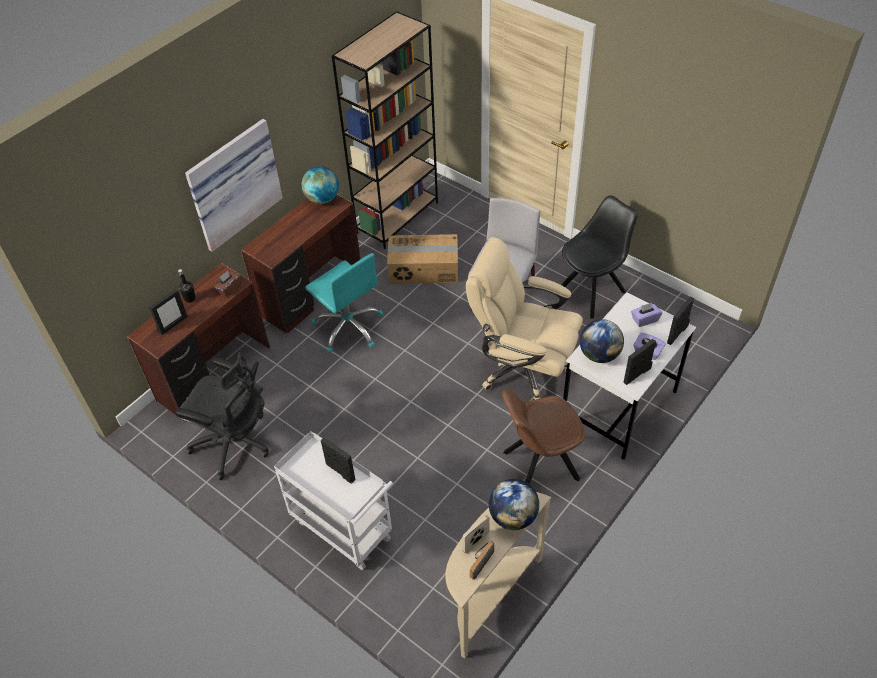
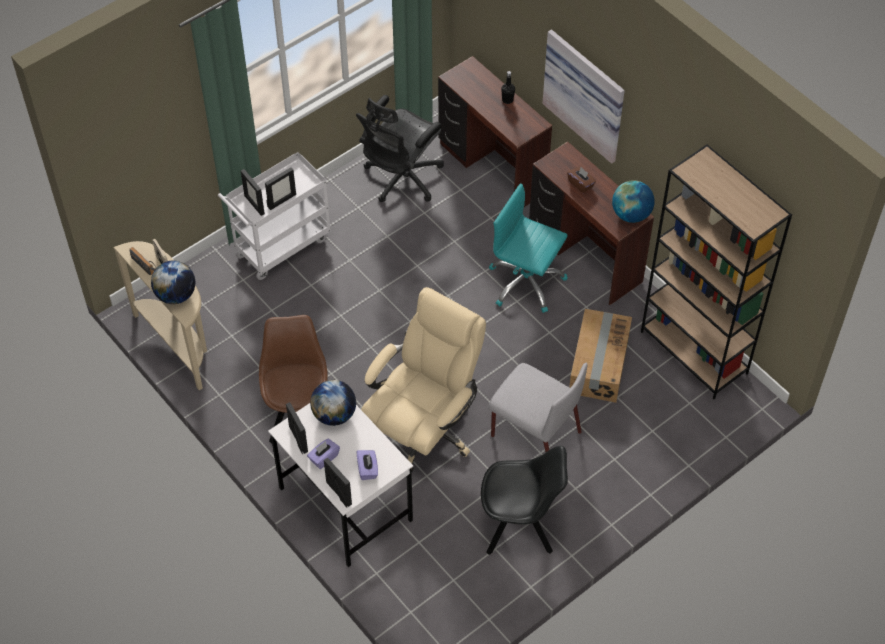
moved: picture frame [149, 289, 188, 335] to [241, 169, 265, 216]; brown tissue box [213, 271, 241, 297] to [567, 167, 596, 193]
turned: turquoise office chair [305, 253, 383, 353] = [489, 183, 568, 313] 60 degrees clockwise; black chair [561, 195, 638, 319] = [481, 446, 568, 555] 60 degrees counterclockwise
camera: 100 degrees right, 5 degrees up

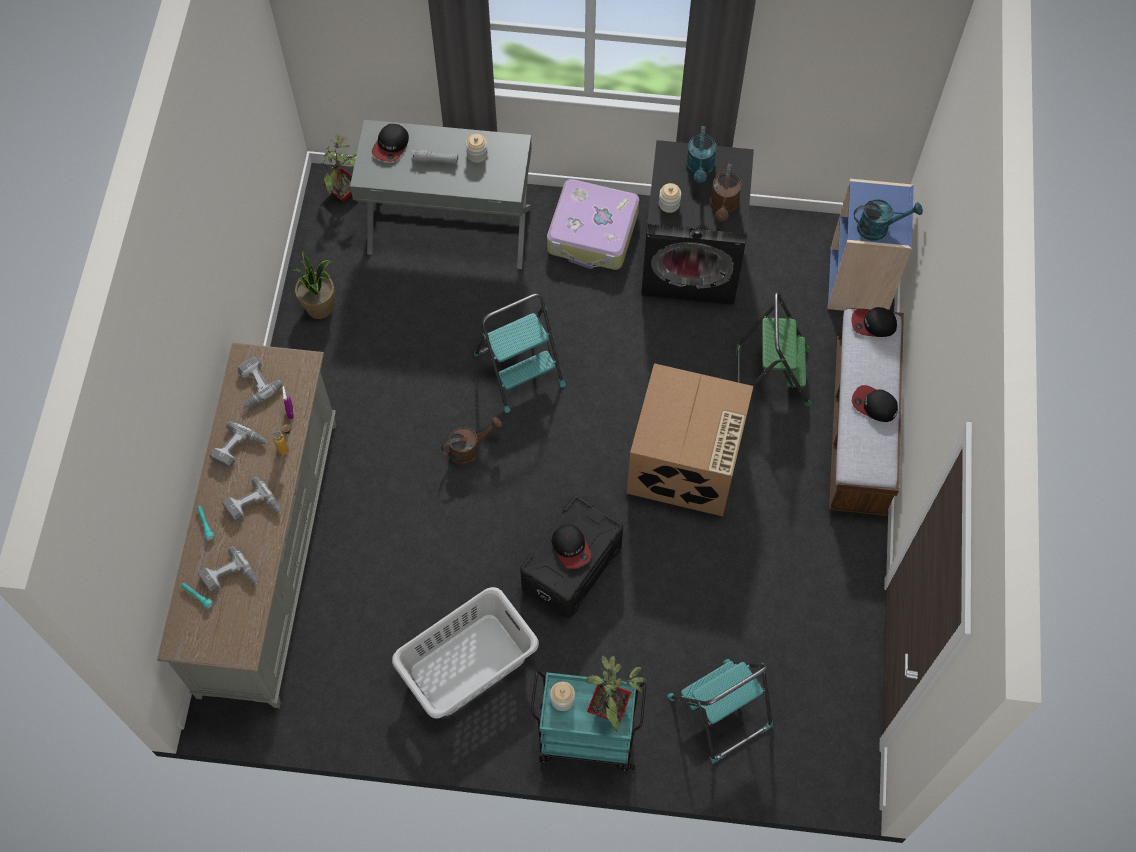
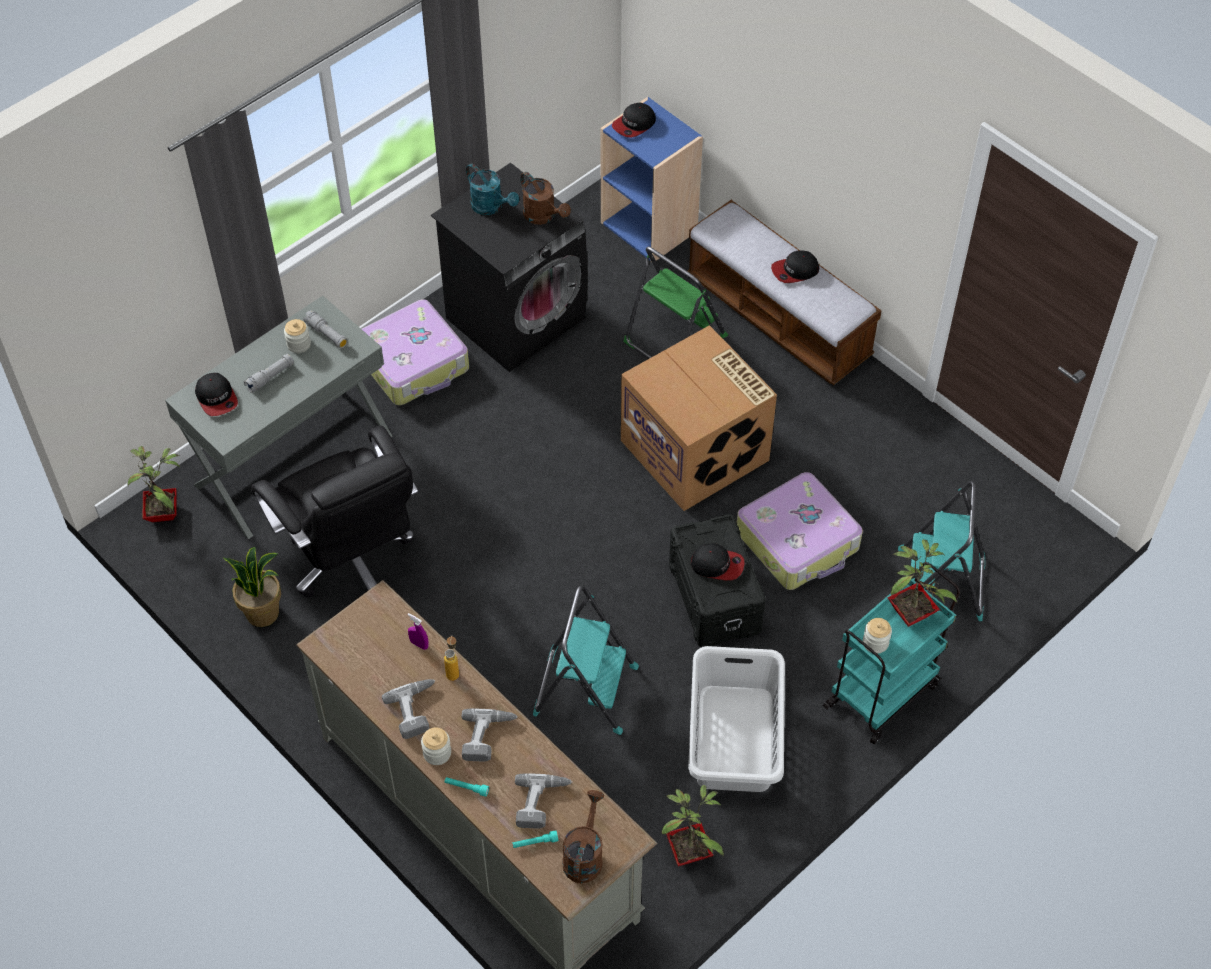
removed: power drill [237, 357, 282, 408]; turquoise watering can [854, 199, 923, 241]
added: black office chair [251, 425, 418, 598]; grey flashlight [303, 310, 348, 349]; potted plant [662, 785, 724, 866]; suitcase [737, 472, 863, 590]
moved: brown watering can [441, 417, 502, 466] to [562, 790, 604, 883]; turquoise step ladder [474, 293, 566, 413] to [533, 586, 639, 735]; jar [659, 183, 681, 213] to [421, 727, 451, 765]; cap [851, 307, 897, 337] to [612, 103, 656, 138]
camera: 50 degrees left, 10 degrees down

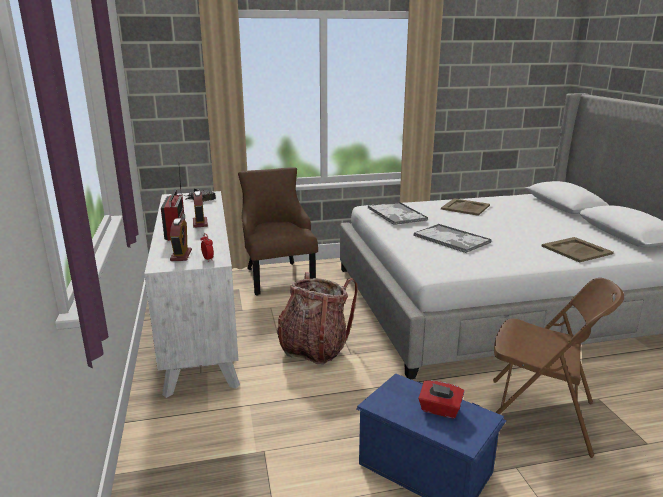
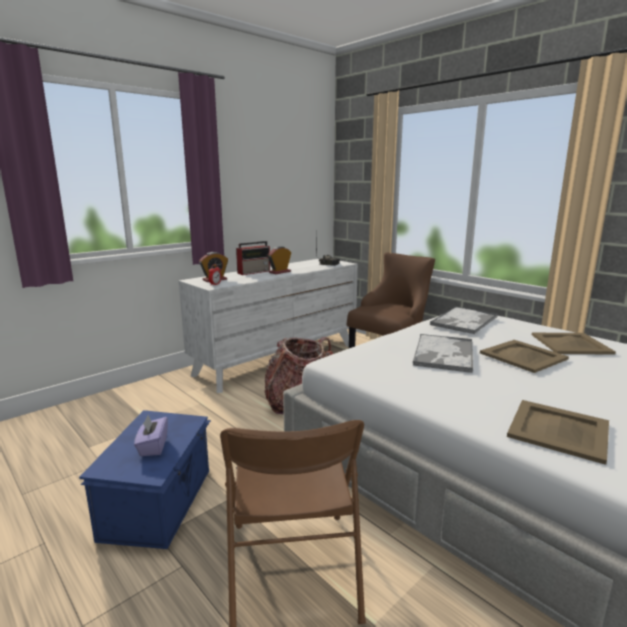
added: beige tray [480, 340, 569, 373]
recoloured: red tissue box [418, 380, 464, 419] to purple tissue box [134, 415, 168, 456]
camera: 60 degrees right, 5 degrees down

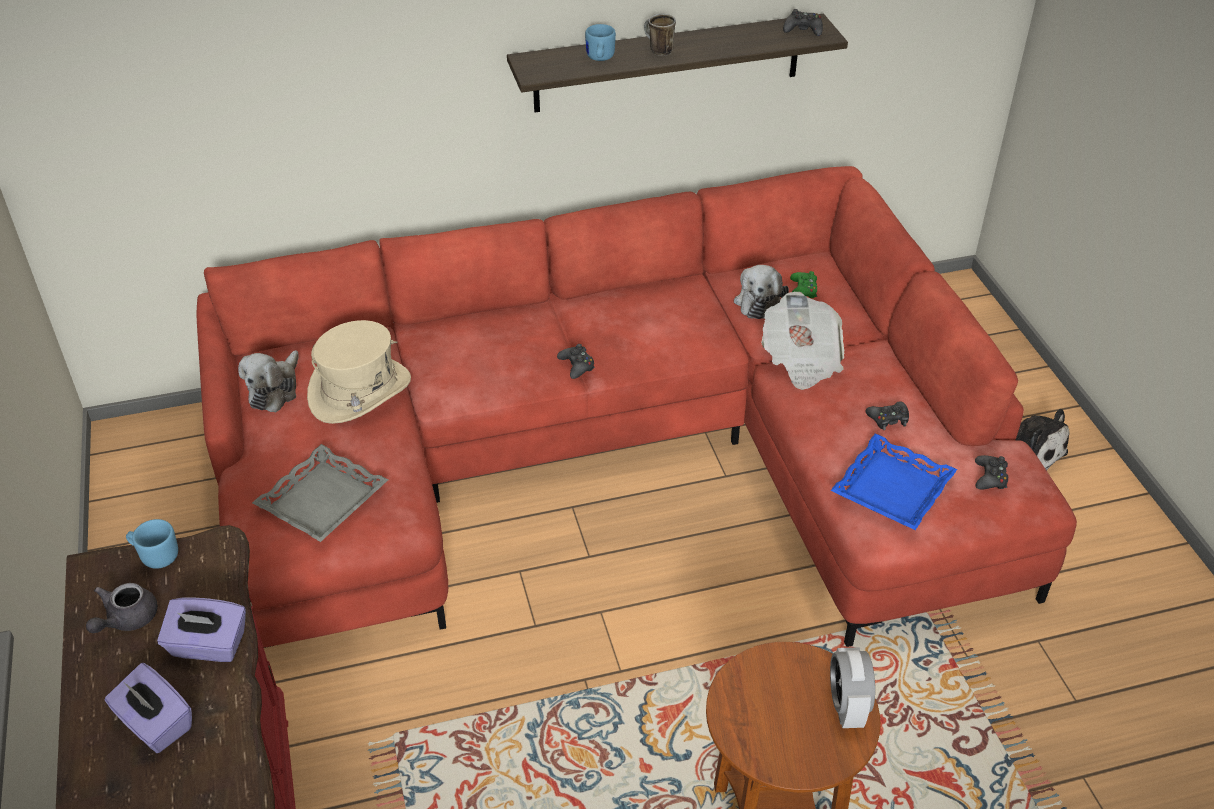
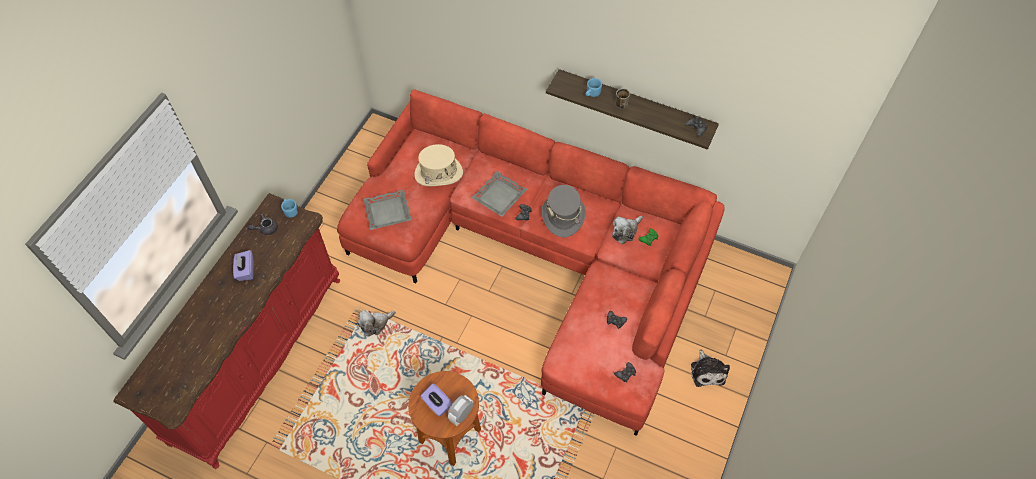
removed: newspaper [761, 292, 844, 390]; blue tray [830, 433, 957, 530]
added: grey tray [472, 171, 527, 217]; grey hat [541, 185, 586, 238]
moved: purple tissue box [157, 597, 246, 662] to [420, 383, 453, 417]; plush toy [238, 350, 299, 412] to [357, 310, 396, 337]
camera: 40 degrees right, 15 degrees up

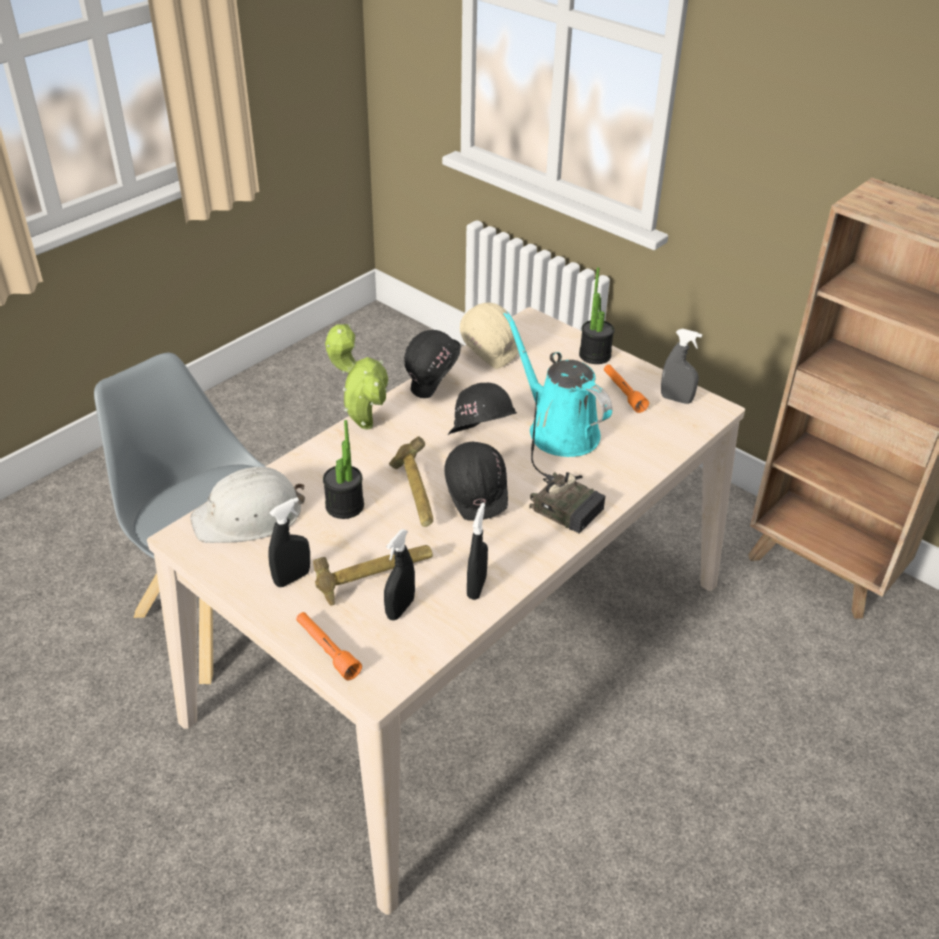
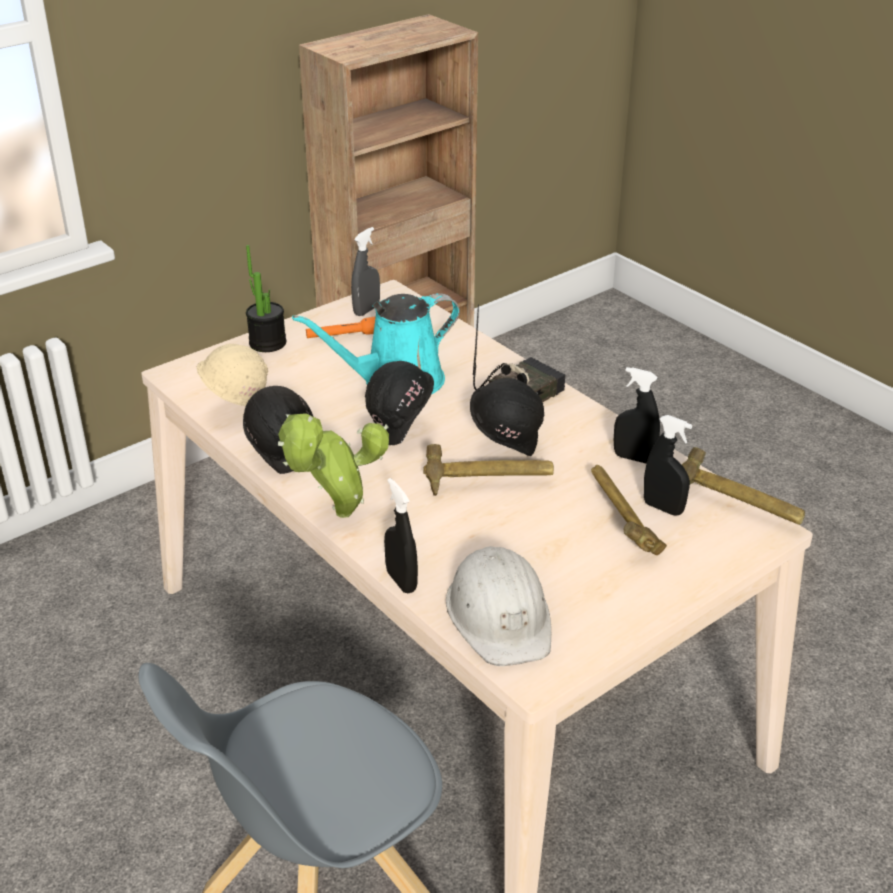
removed: orange flashlight [296, 612, 362, 681]; potted plant [323, 420, 364, 519]
added: hammer [682, 447, 805, 525]
moved: black spray bottle [268, 497, 310, 587] to [384, 478, 418, 593]
camera: 80 degrees left, 5 degrees down

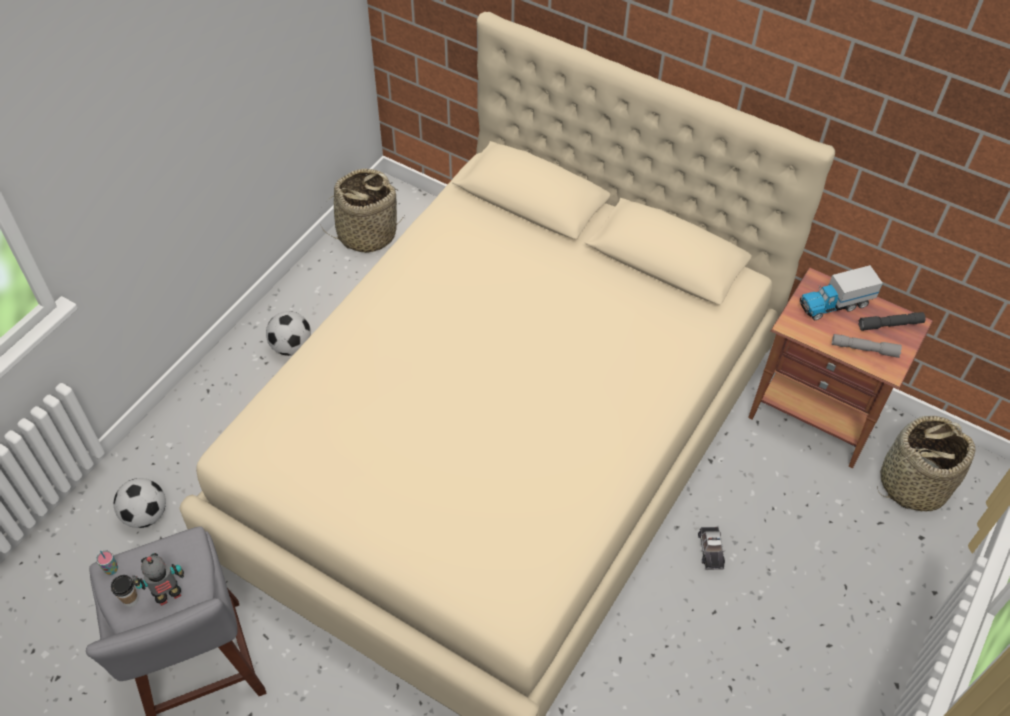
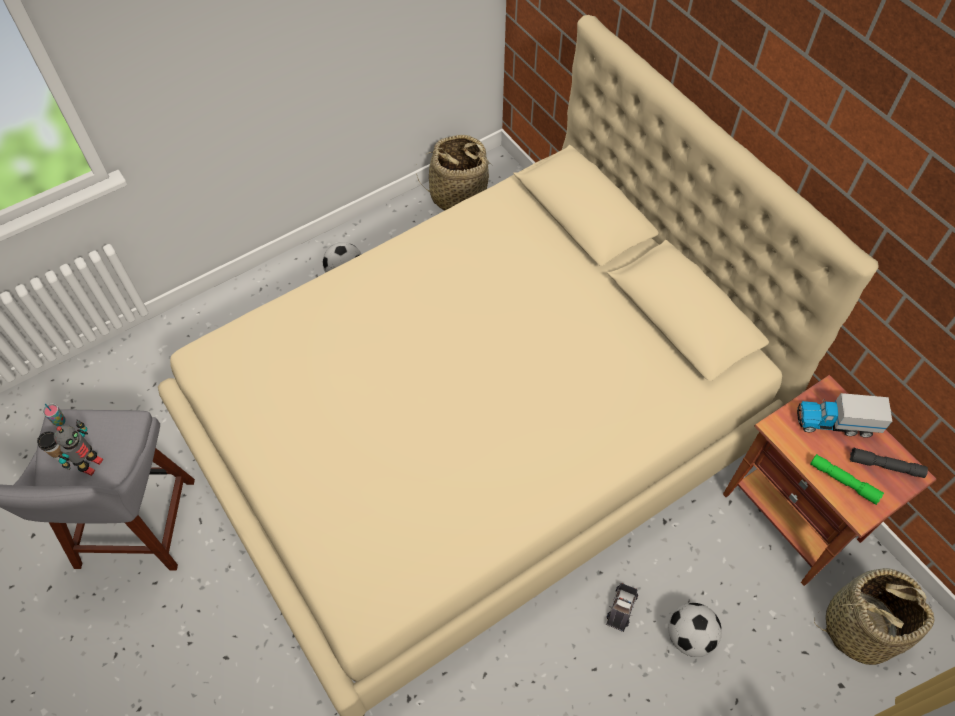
moved: football [114, 478, 166, 528] to [668, 603, 722, 657]
recoloured: grey flashlight [832, 334, 902, 358] to green flashlight [810, 454, 884, 505]
turned: toy robot [132, 553, 184, 606] = [54, 420, 103, 476] 120 degrees clockwise
camera: 25 degrees right, 5 degrees up

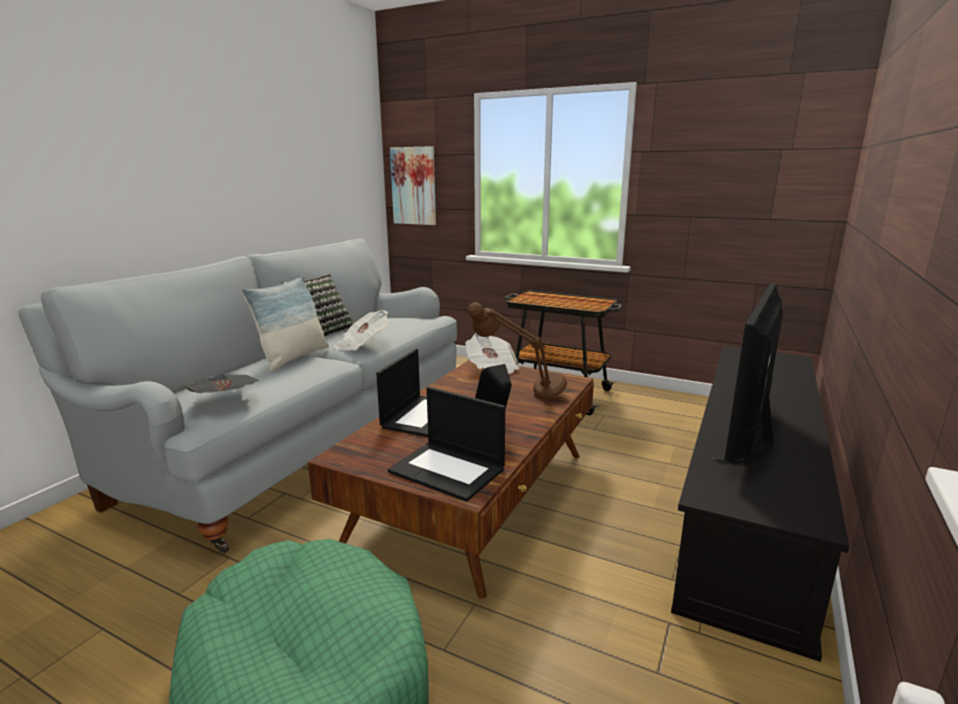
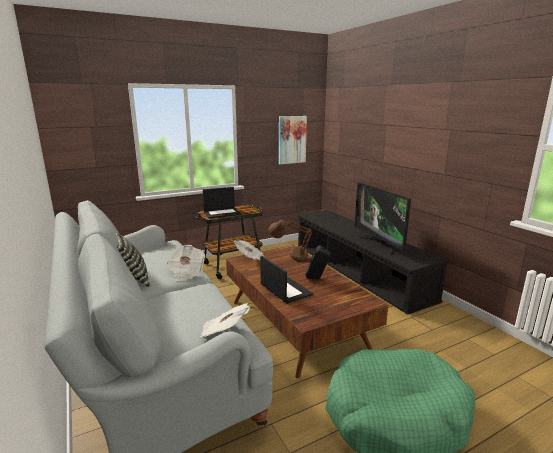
removed: pillow [241, 276, 329, 372]
moved: laptop [388, 387, 505, 502] to [203, 187, 241, 218]; picture [390, 146, 436, 225] to [279, 116, 307, 164]
camera: 55 degrees left, 0 degrees up

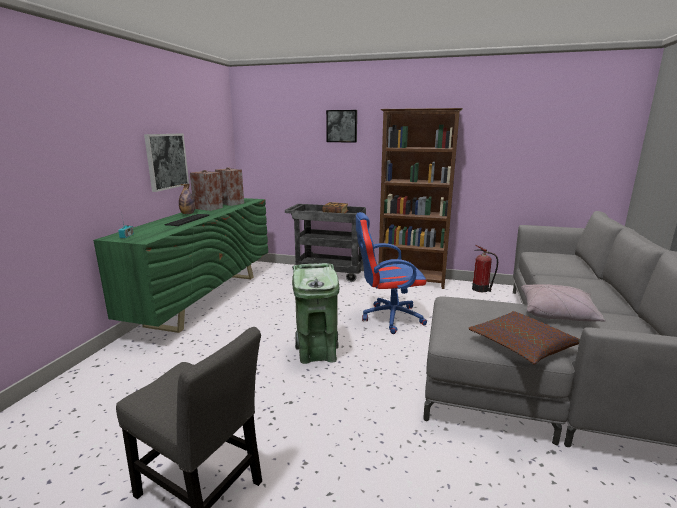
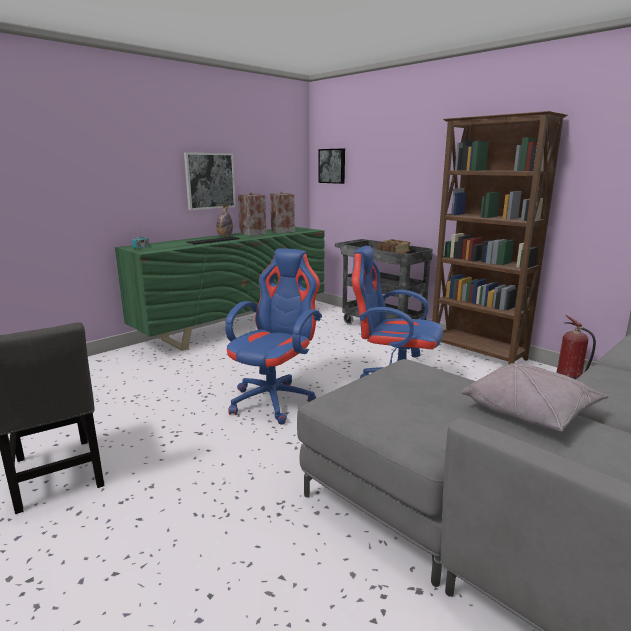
removed: brown pillow [468, 311, 580, 365]
moved: picture [326, 110, 357, 143] to [318, 148, 345, 184]
replaced: green trash can [292, 263, 339, 364] to blue office chair [225, 249, 322, 425]
camera: 30 degrees right, 0 degrees up

